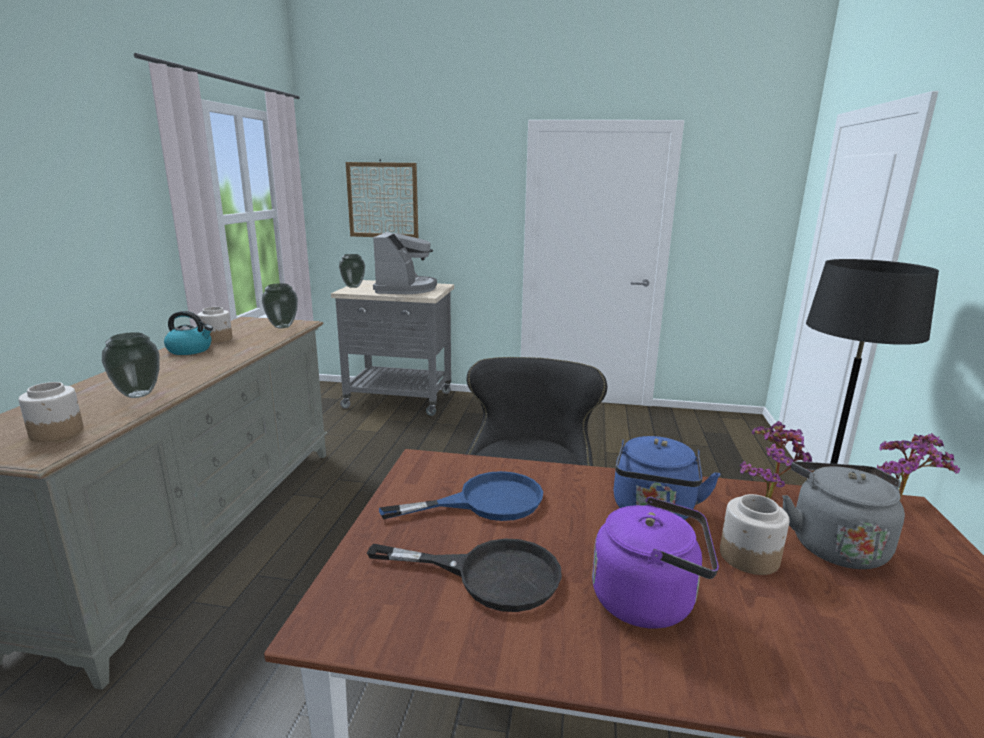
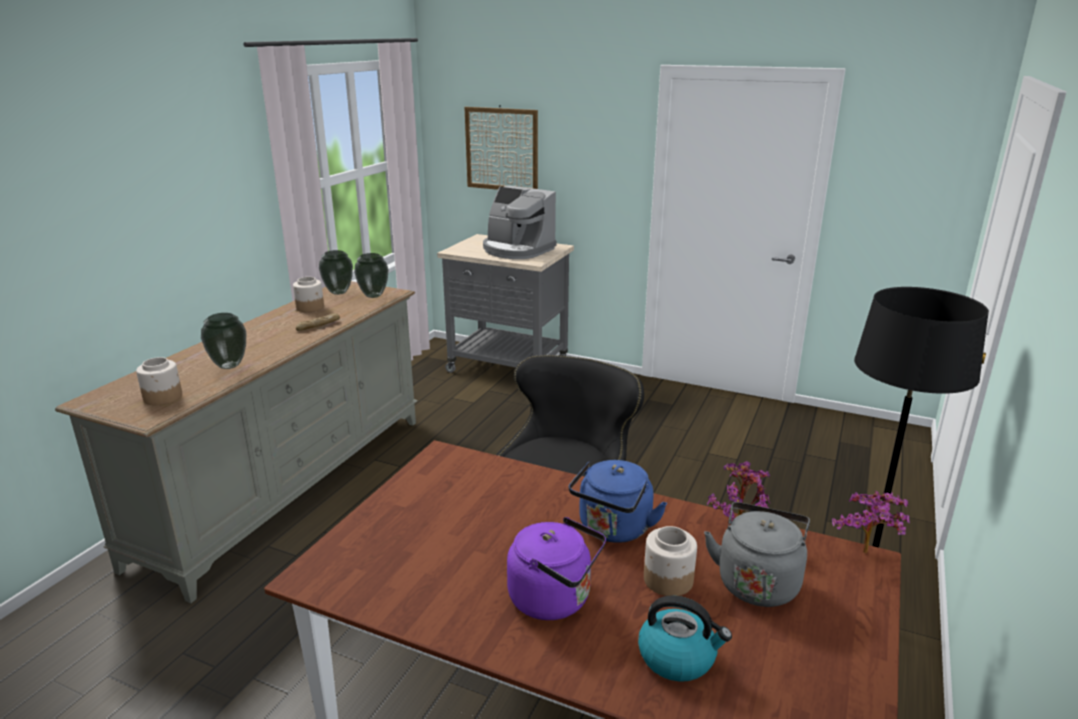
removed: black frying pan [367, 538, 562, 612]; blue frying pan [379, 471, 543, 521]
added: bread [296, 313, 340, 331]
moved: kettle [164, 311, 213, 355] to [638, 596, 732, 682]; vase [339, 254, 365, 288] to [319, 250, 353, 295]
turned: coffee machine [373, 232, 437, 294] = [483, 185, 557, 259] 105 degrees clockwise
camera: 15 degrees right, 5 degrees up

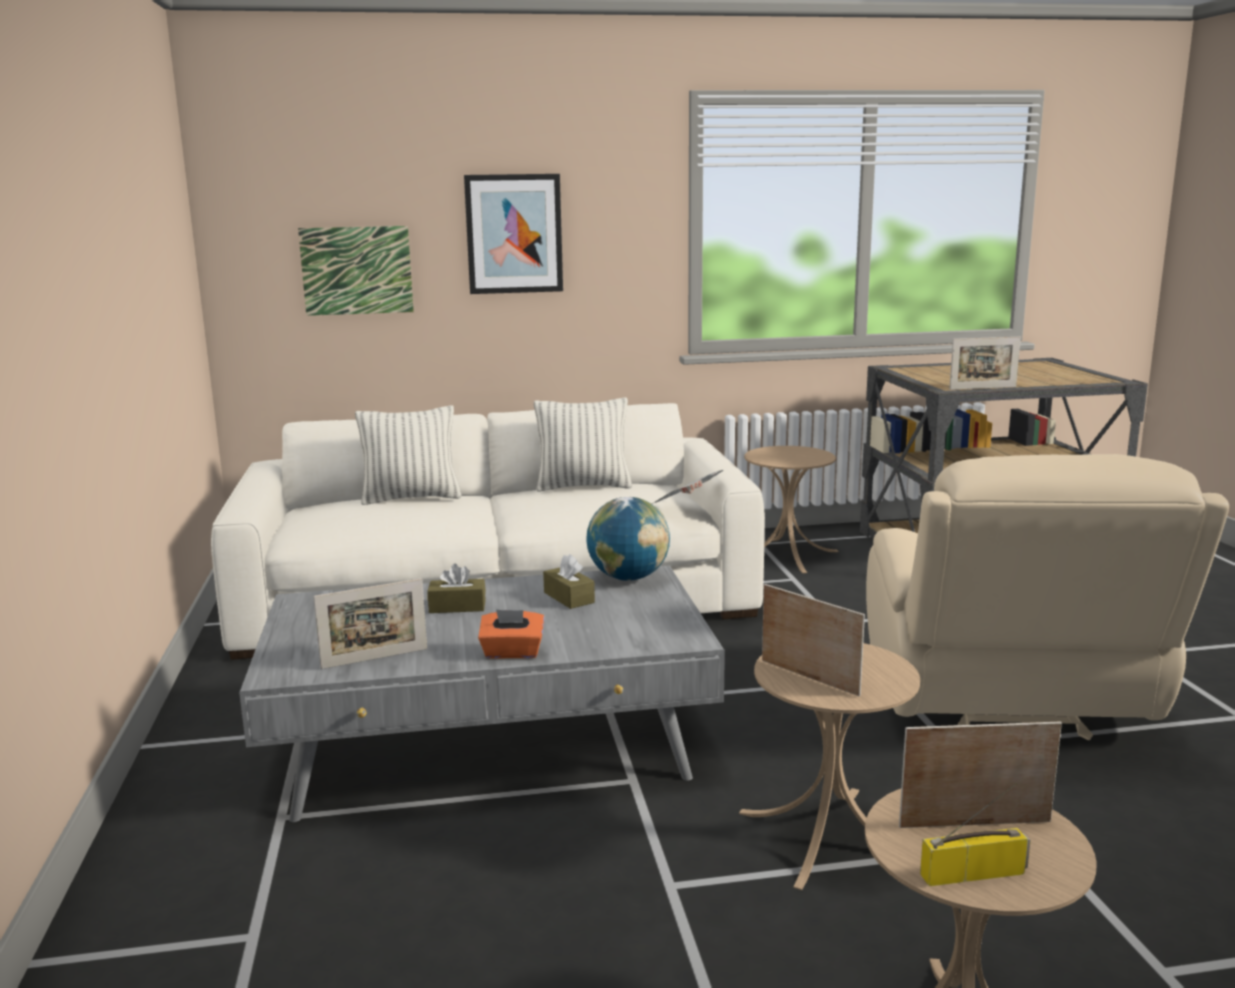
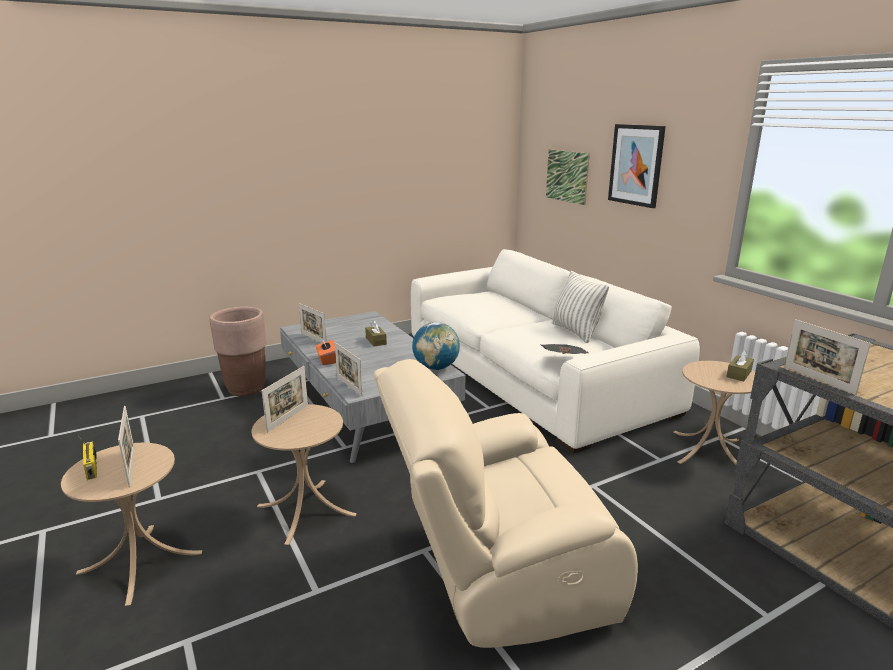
removed: pillow [355, 405, 462, 505]
added: brown planter [210, 306, 266, 396]; picture frame [335, 342, 363, 396]
moved: brown tissue box [543, 554, 595, 609] to [726, 350, 754, 381]
camera: 70 degrees right, 5 degrees up

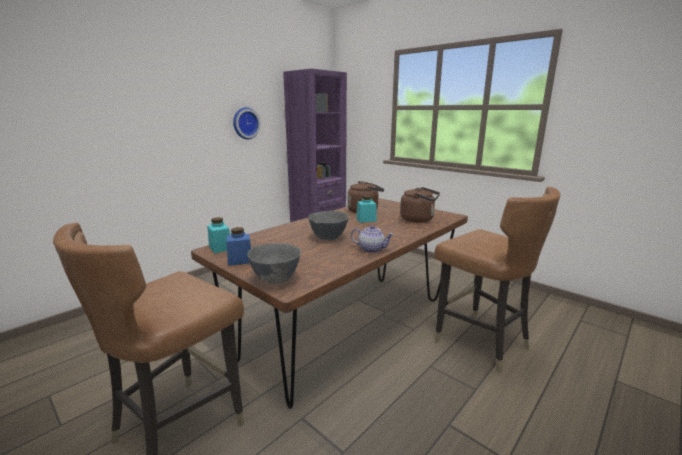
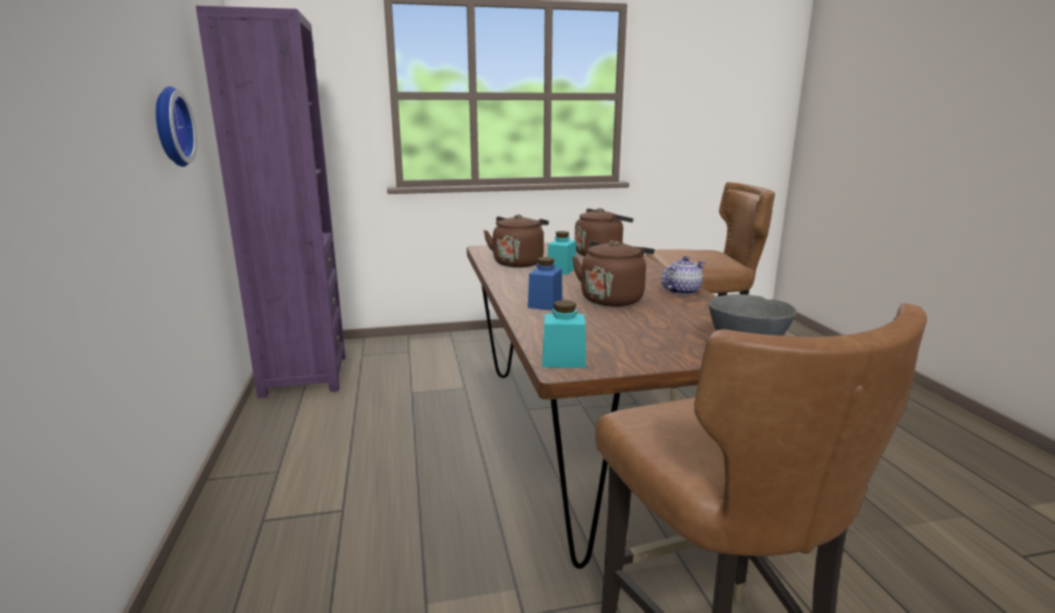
moved: blue jar [226, 227, 251, 266] to [528, 257, 562, 311]
replaced: grey bowl [308, 211, 349, 240] to brown kettle [572, 240, 654, 307]
camera: 55 degrees left, 0 degrees up

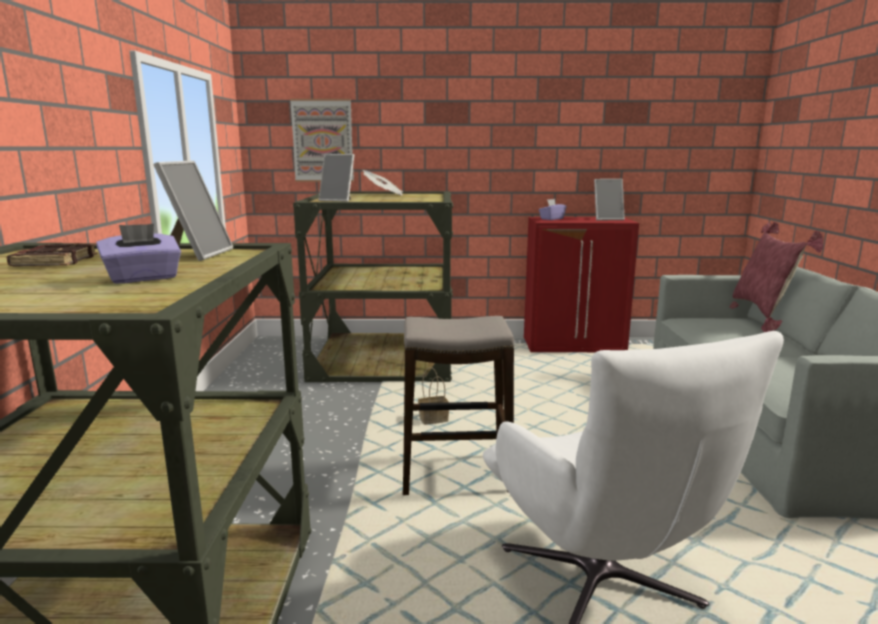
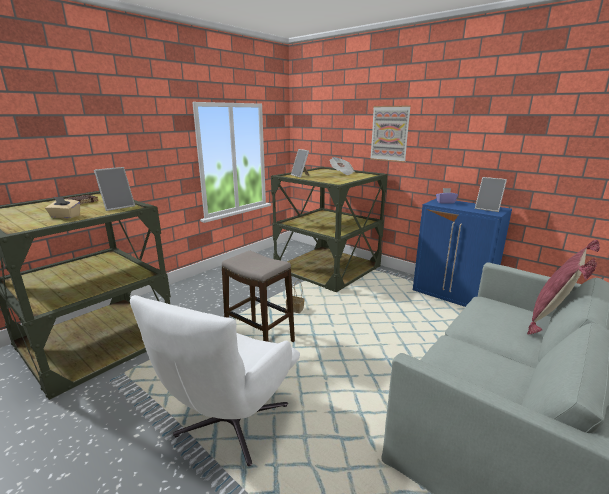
moved: picture [290, 99, 354, 182] to [370, 105, 411, 162]
recoloured: purple tissue box [96, 223, 181, 284] to beige tissue box [45, 197, 80, 219]; red cabinet [524, 217, 639, 352] to blue cabinet [413, 198, 512, 307]
camera: 40 degrees right, 5 degrees up

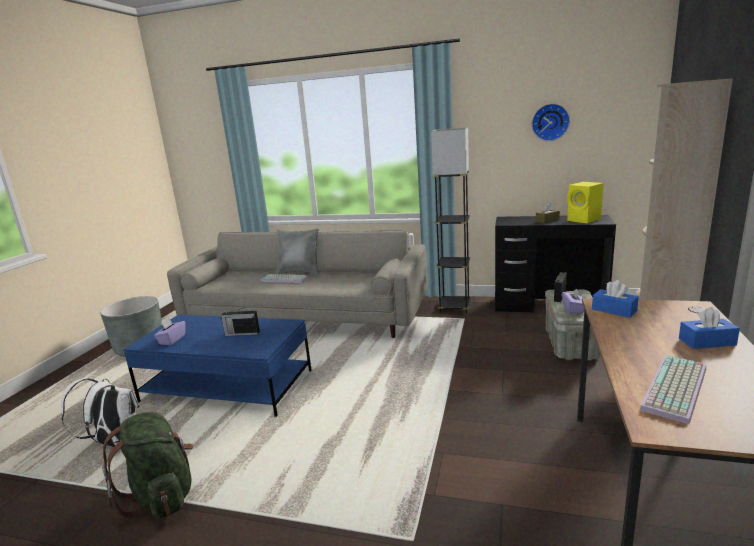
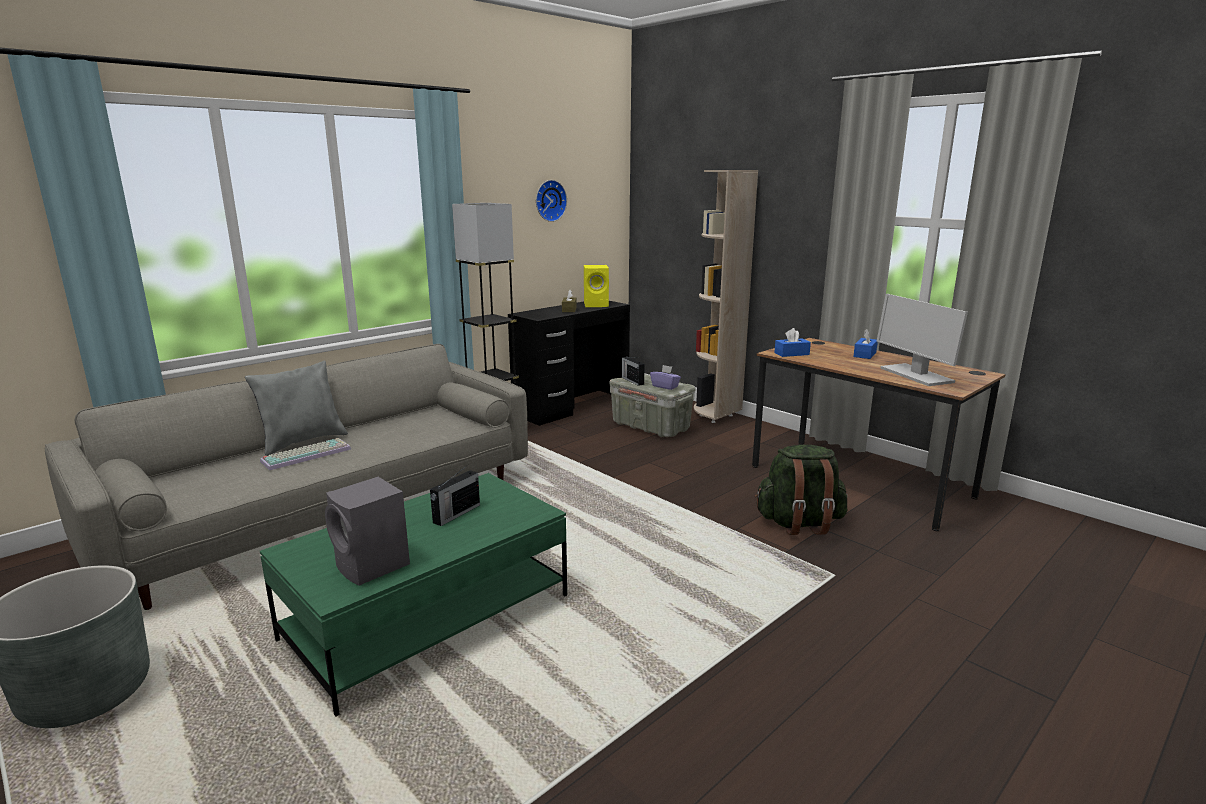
removed: white backpack [61, 378, 139, 447]
moved: green backpack [102, 412, 194, 519] to [755, 445, 847, 535]
replaced: purple tissue box [154, 317, 186, 345] to grey speaker [325, 477, 410, 586]; keyboard [640, 356, 706, 424] to monitor [877, 294, 968, 386]
recoloured: blue coffee table [123, 315, 312, 417] to green coffee table [260, 473, 567, 717]
camera: 60 degrees left, 0 degrees up

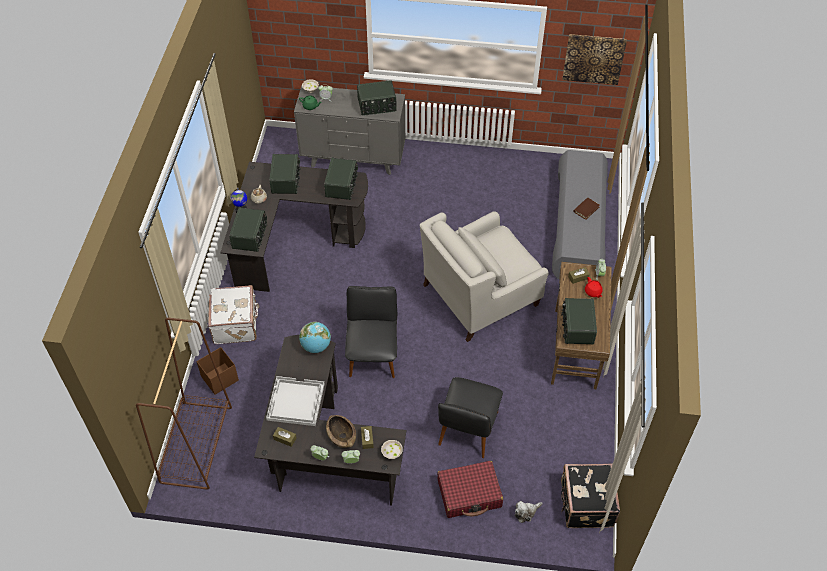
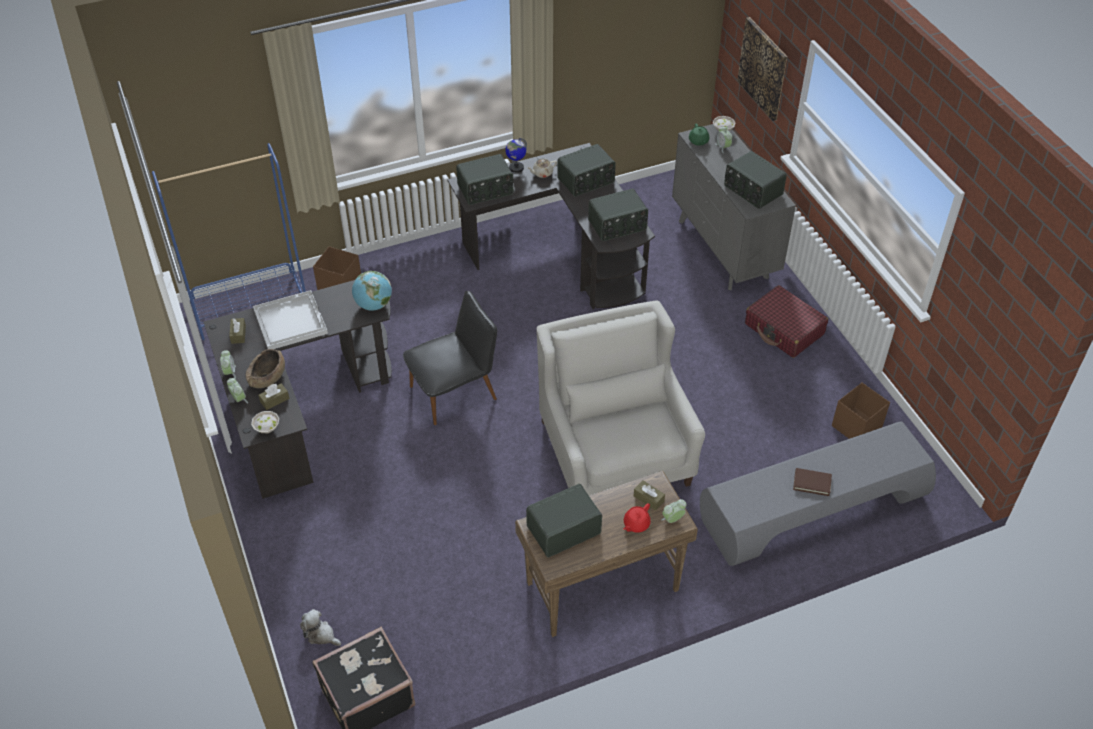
removed: white suitcase [208, 285, 260, 344]; black chair [438, 377, 503, 458]
added: brown storage box [832, 383, 890, 439]
moved: red suitcase [437, 461, 503, 518] to [745, 285, 828, 358]; picture [562, 34, 627, 85] to [737, 17, 787, 121]
recoloured: brown clothes rack [136, 318, 232, 489] to blue clothes rack [152, 143, 306, 340]
turned: white armchair [420, 212, 549, 342] = [537, 301, 705, 496] 45 degrees clockwise
camera: 60 degrees right, 5 degrees down

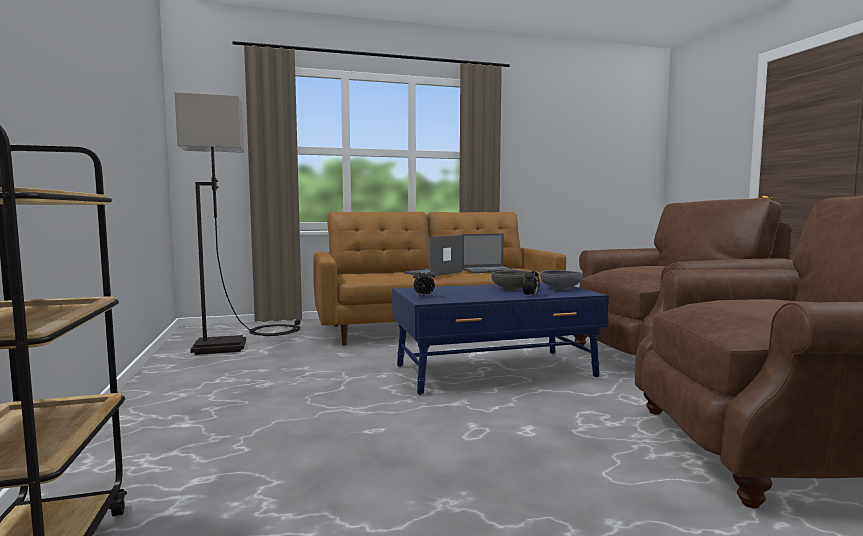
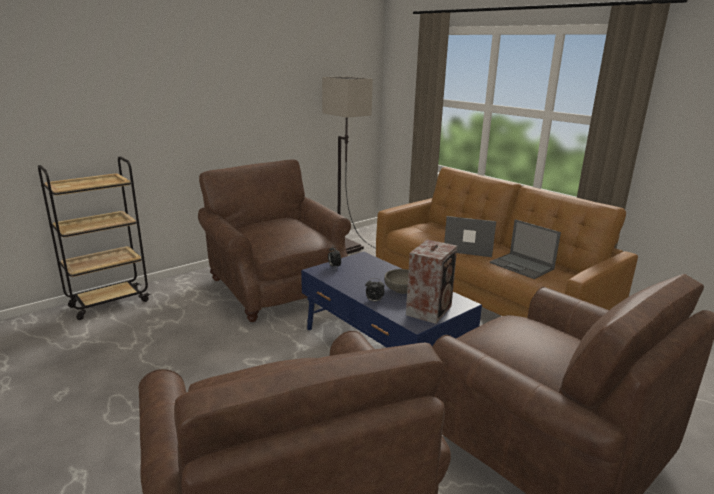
added: brown armchair [198, 159, 351, 322]
replaced: grey bowl [540, 270, 583, 290] to speaker [406, 240, 457, 324]
camera: 65 degrees right, 15 degrees up

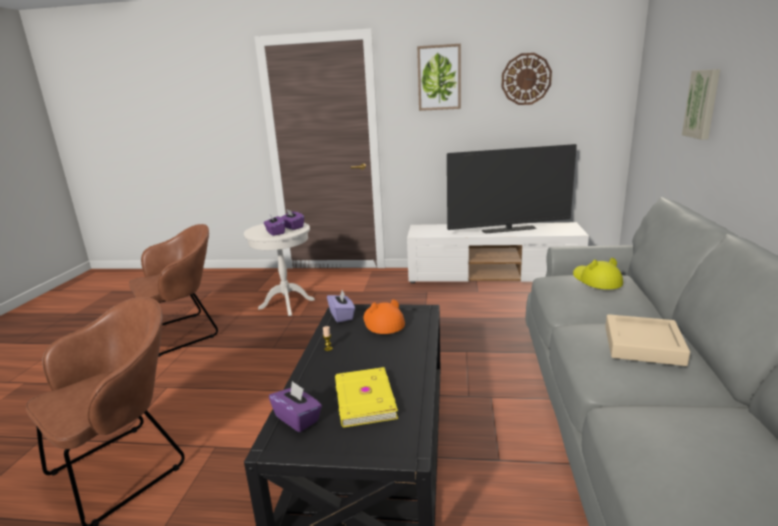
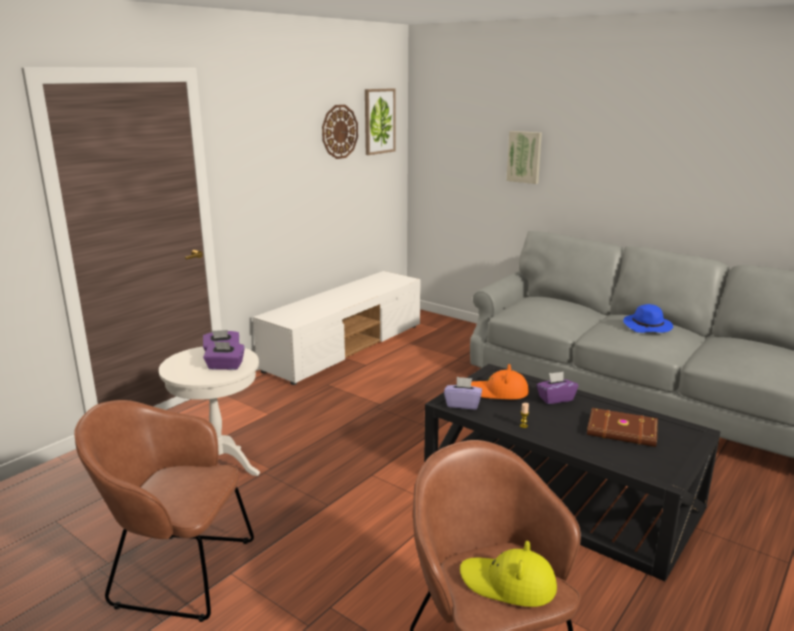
removed: television [447, 144, 577, 233]
moved: purple tissue box [269, 381, 322, 432] to [537, 372, 578, 404]; picture [417, 44, 461, 111] to [365, 88, 396, 155]; yellow hat [573, 258, 623, 289] to [460, 541, 557, 607]
replaced: beige tray [605, 314, 690, 366] to blue hat [623, 304, 673, 333]
recoloured: yellow book [335, 367, 398, 427] to brown book [587, 408, 658, 447]
turned: brown armchair [129, 224, 218, 357] = [74, 400, 254, 622] 75 degrees counterclockwise
camera: 60 degrees left, 0 degrees up

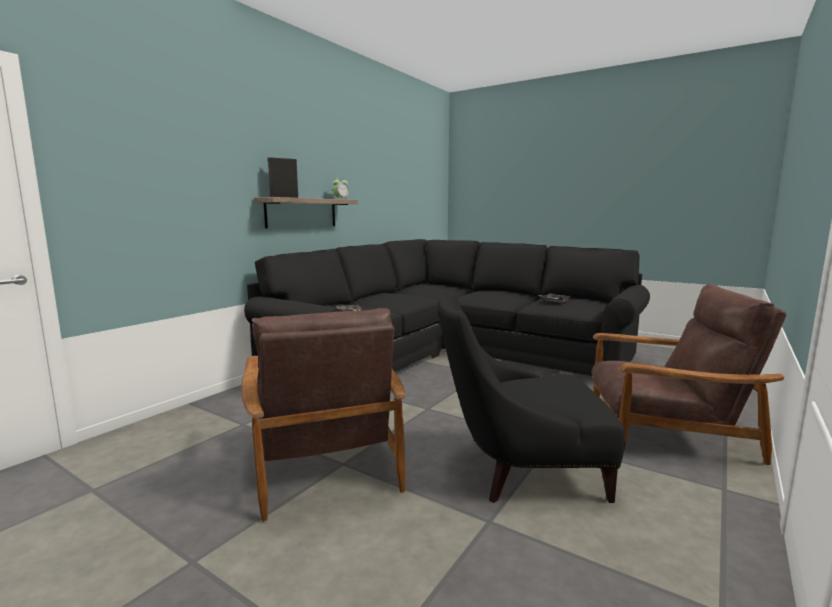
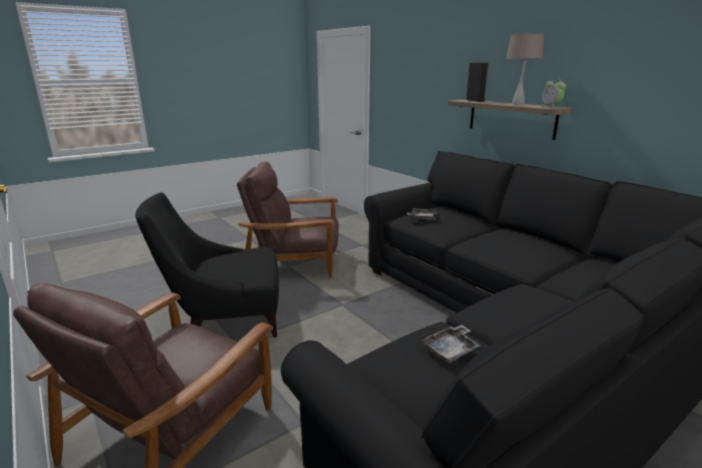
added: beige table lamp [506, 32, 544, 106]
turned: black armchair [438, 293, 625, 503] = [135, 192, 279, 337] 120 degrees counterclockwise
camera: 110 degrees right, 10 degrees up

